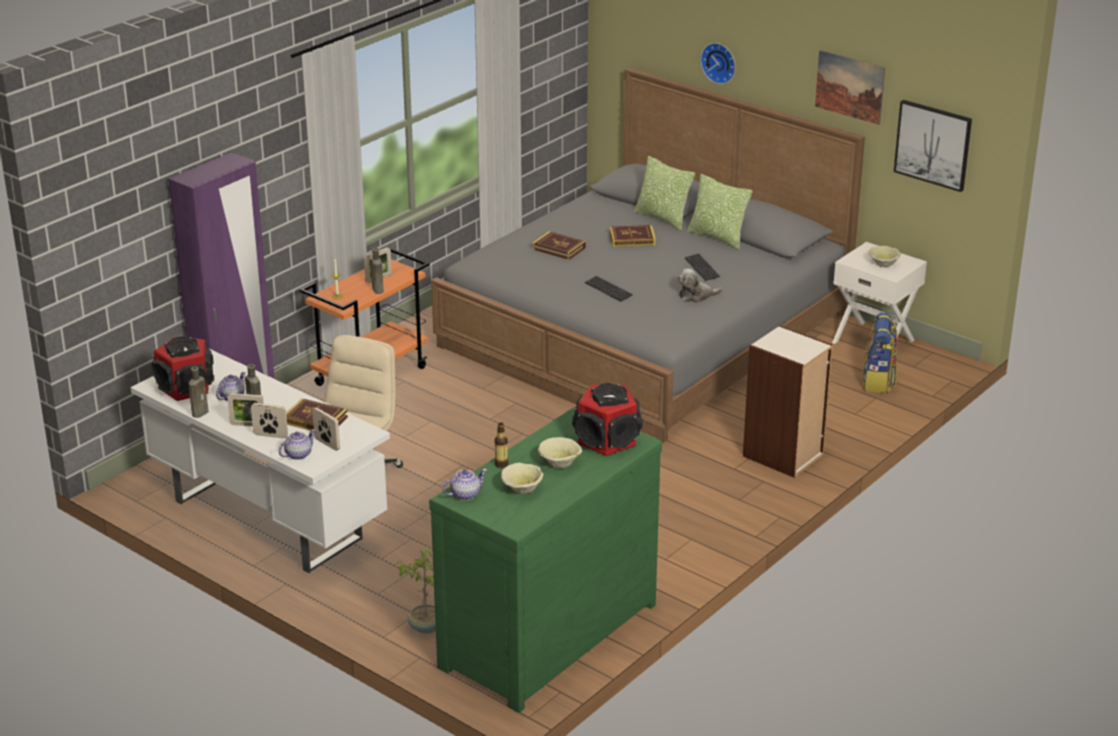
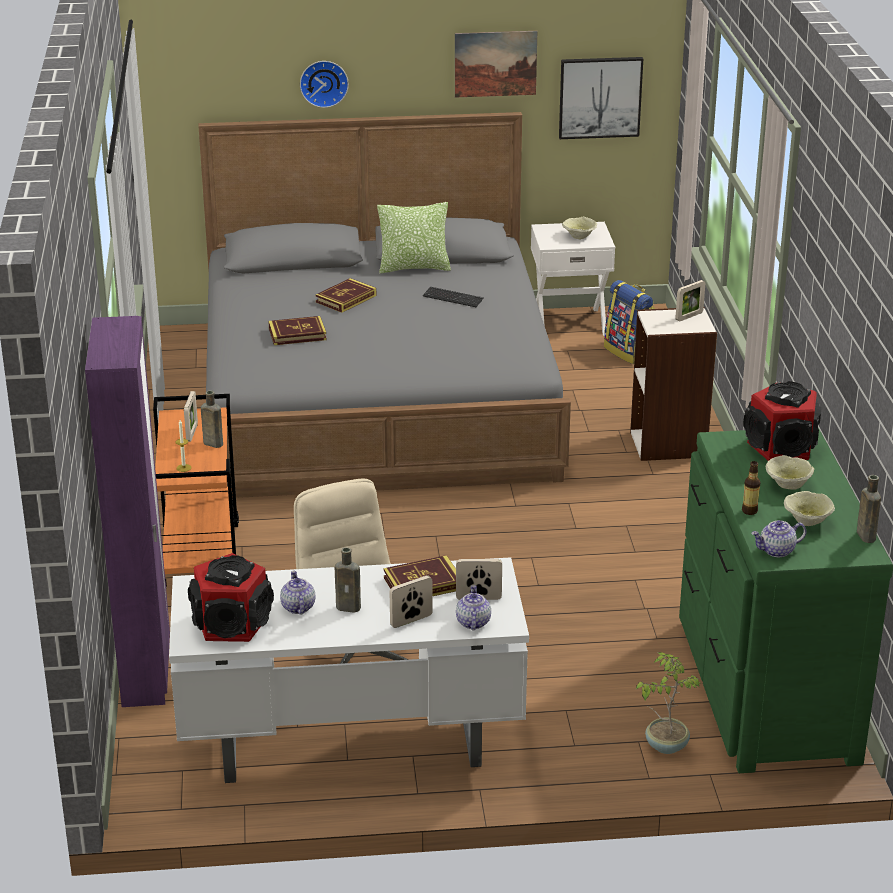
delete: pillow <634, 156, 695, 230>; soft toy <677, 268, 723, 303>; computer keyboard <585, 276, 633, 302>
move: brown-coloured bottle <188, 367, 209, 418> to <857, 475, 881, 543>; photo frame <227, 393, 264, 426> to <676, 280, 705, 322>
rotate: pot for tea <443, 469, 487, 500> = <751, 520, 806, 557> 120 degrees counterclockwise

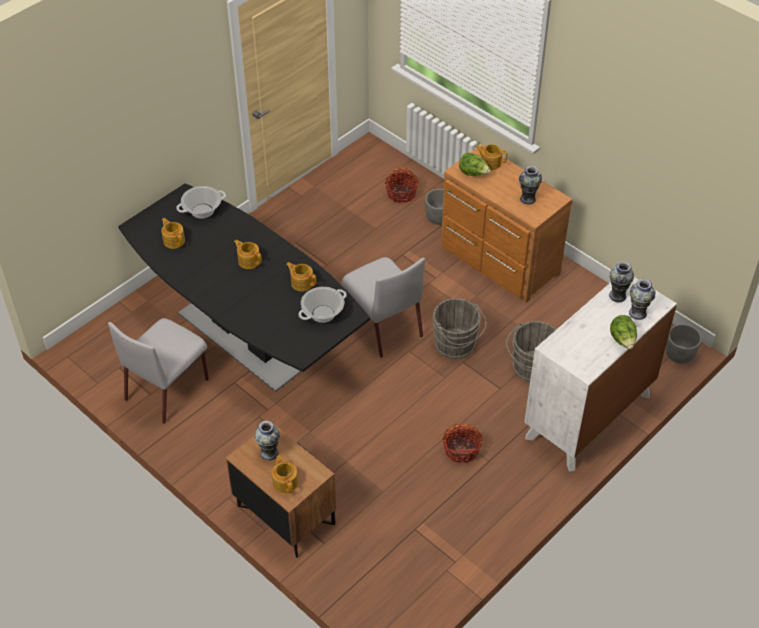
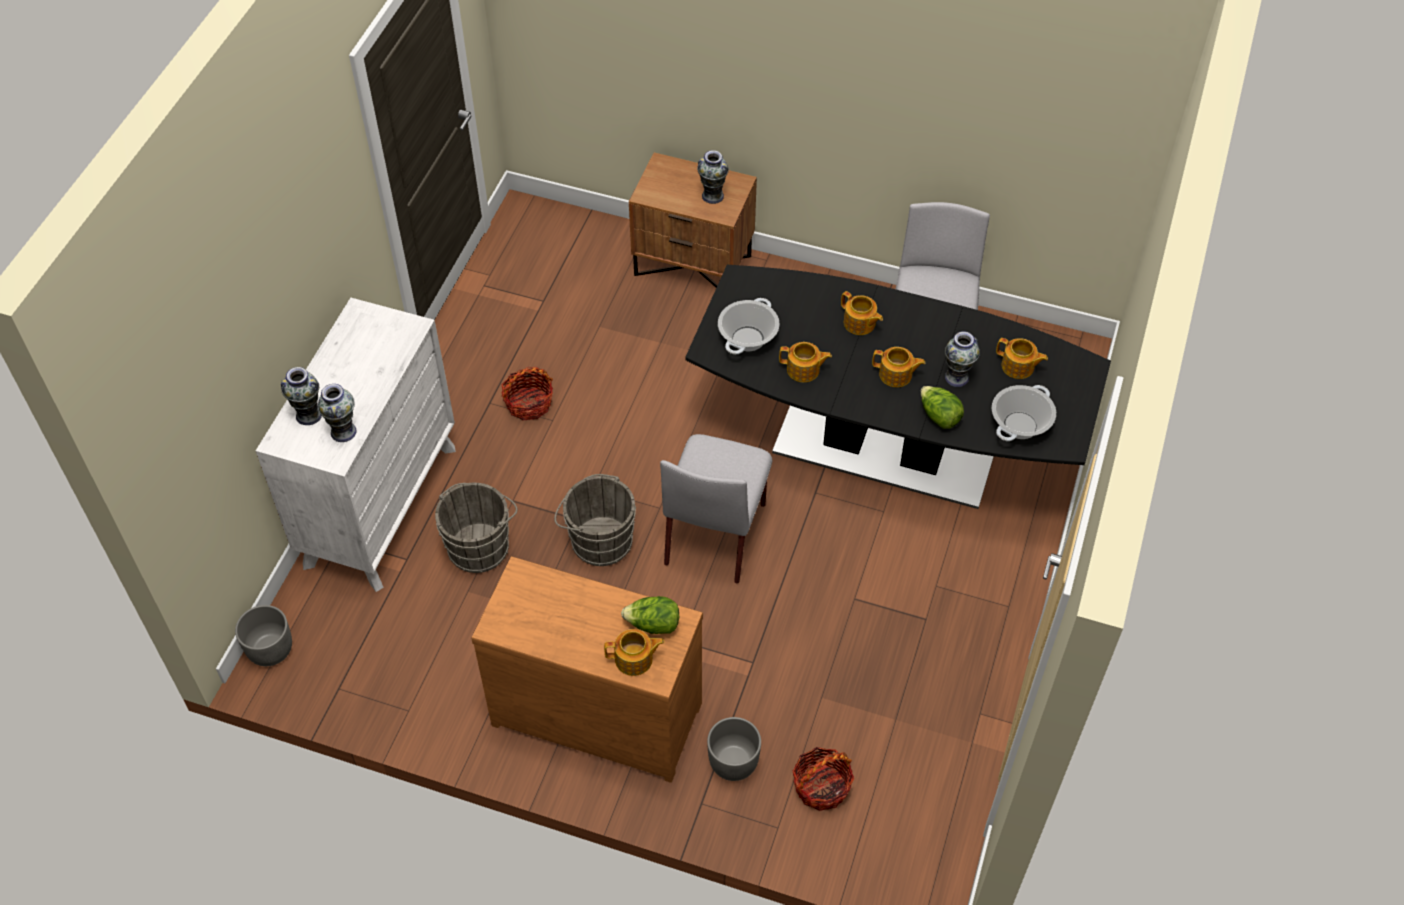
move: decorative vase <519, 166, 542, 205> to <945, 331, 980, 387>; head of lettuce <610, 315, 637, 349> to <921, 386, 964, 429>; pot for tea <272, 455, 298, 493> to <841, 291, 883, 335>
rotate: grey chair <341, 257, 425, 357> = <660, 434, 772, 583> 105 degrees counterclockwise

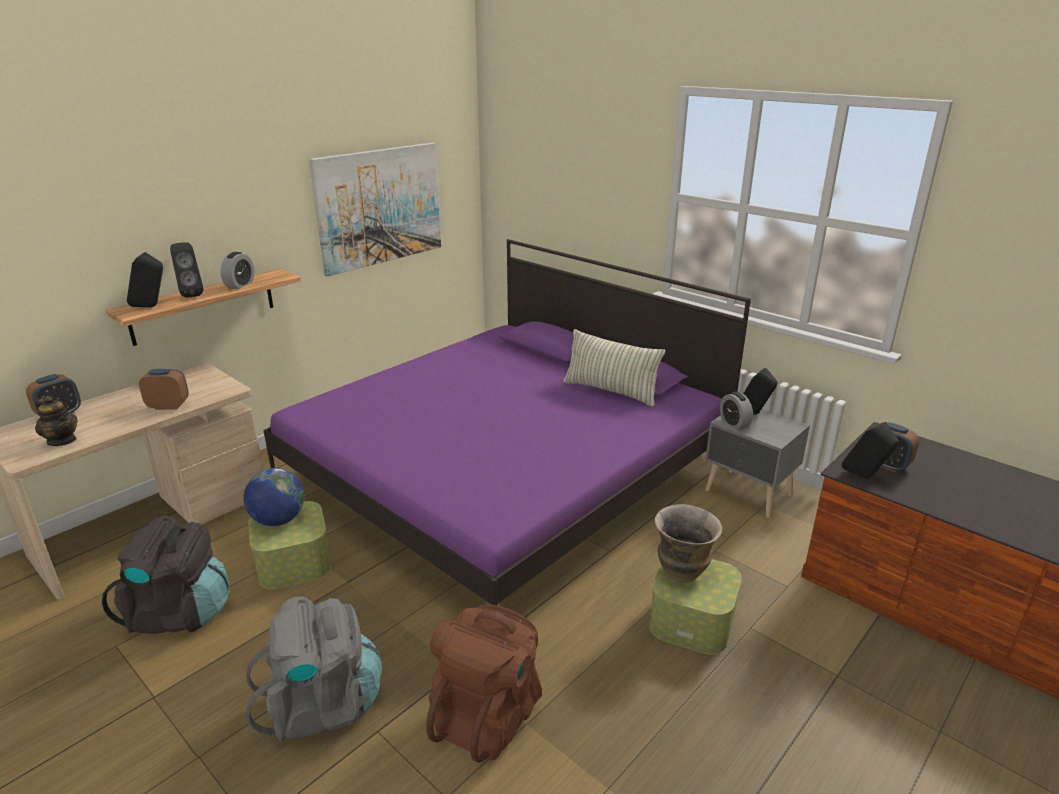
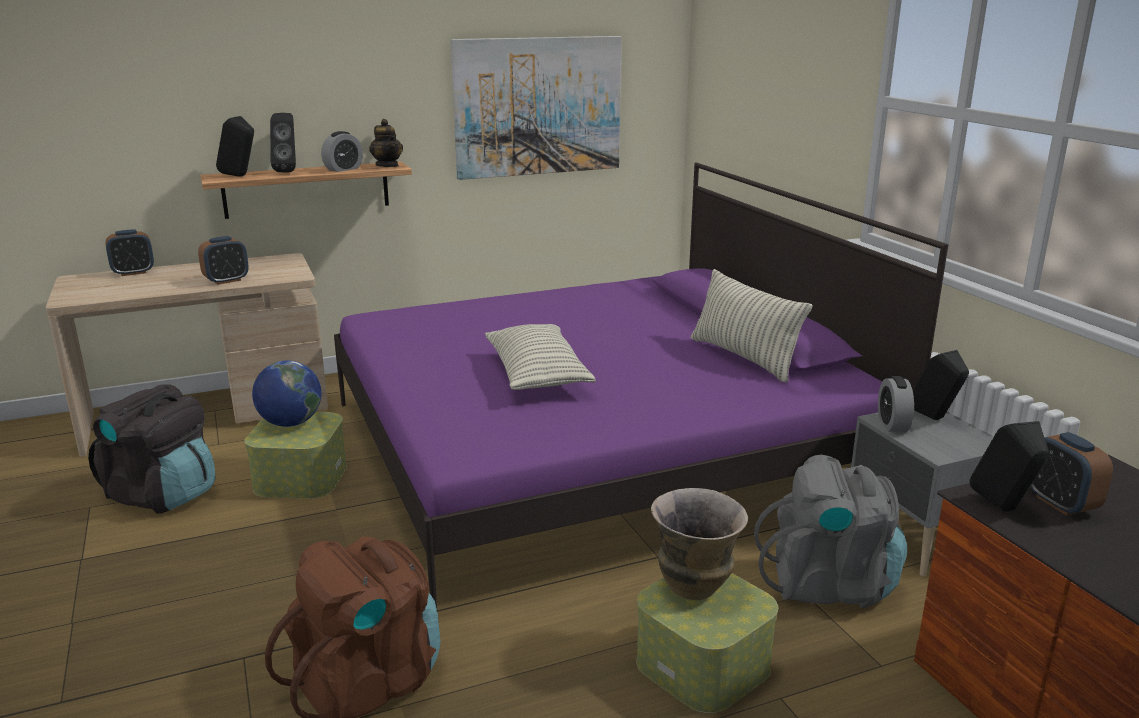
insert: pillow <485, 324, 596, 390>
move: pot for tea <35, 396, 78, 446> to <369, 119, 403, 167>; grey rucksack <246, 597, 382, 742> to <754, 455, 907, 608>
rotate: table clock <139, 369, 189, 410> = <198, 236, 249, 285> 120 degrees clockwise

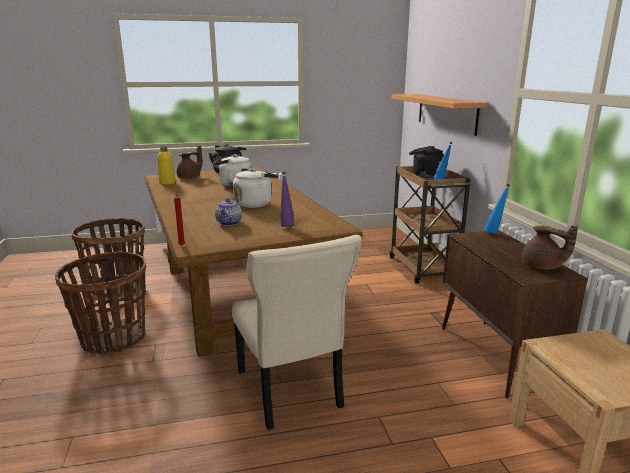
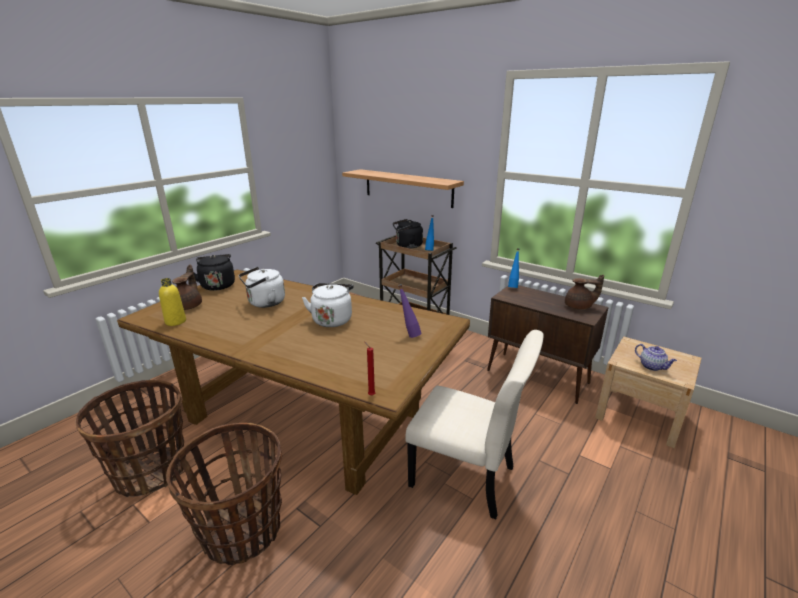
move: pot for tea <215, 198, 242, 226> to <635, 344, 677, 371>

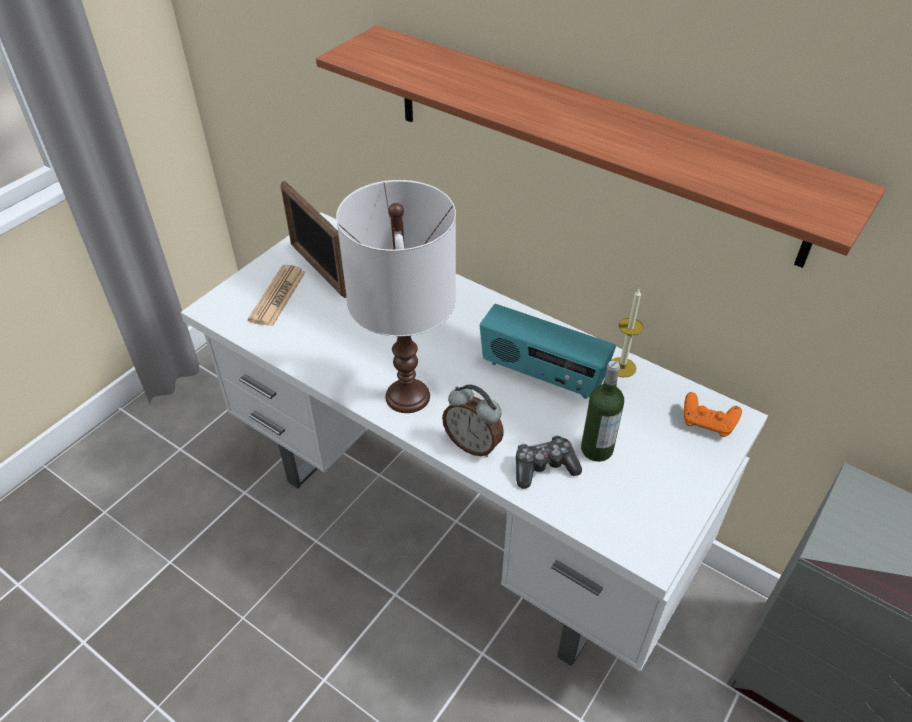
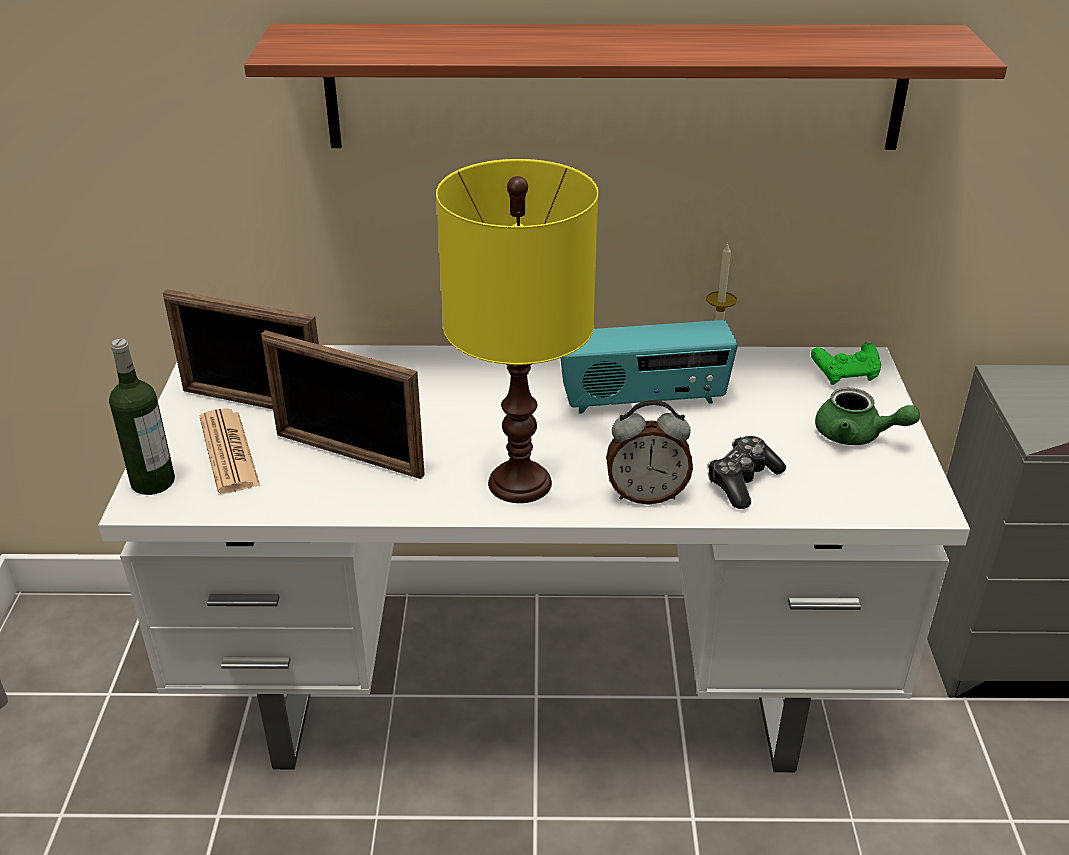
insert: photo frame <261, 330, 425, 479>; greenish pot for tea <815, 388, 920, 445>
move: bottle <581, 360, 624, 462> to <109, 338, 175, 495>
recolor: white-coloured lamp for a table <336, 180, 456, 413> to yellow-coloured lamp for a table <436, 159, 598, 503>; orangey joypad <684, 392, 742, 437> to greenish joypad <811, 342, 881, 385>

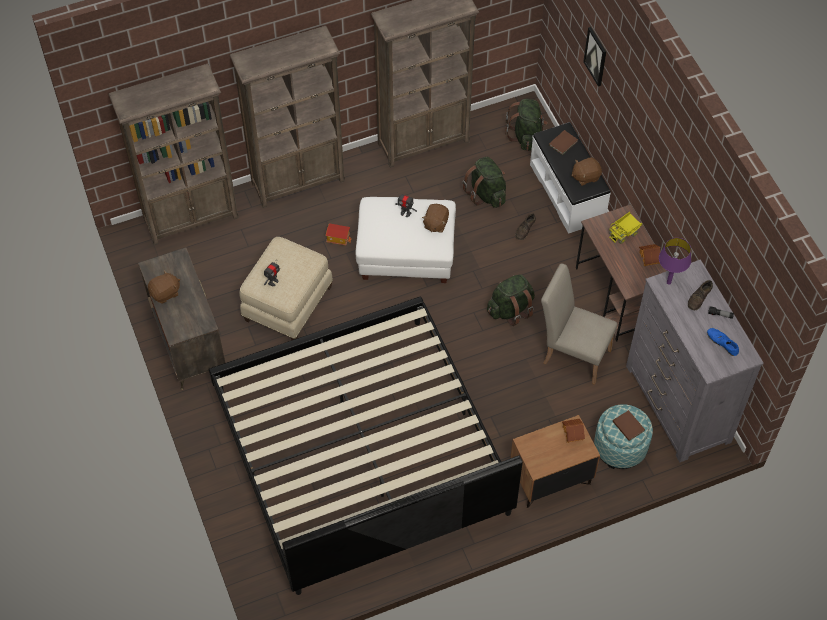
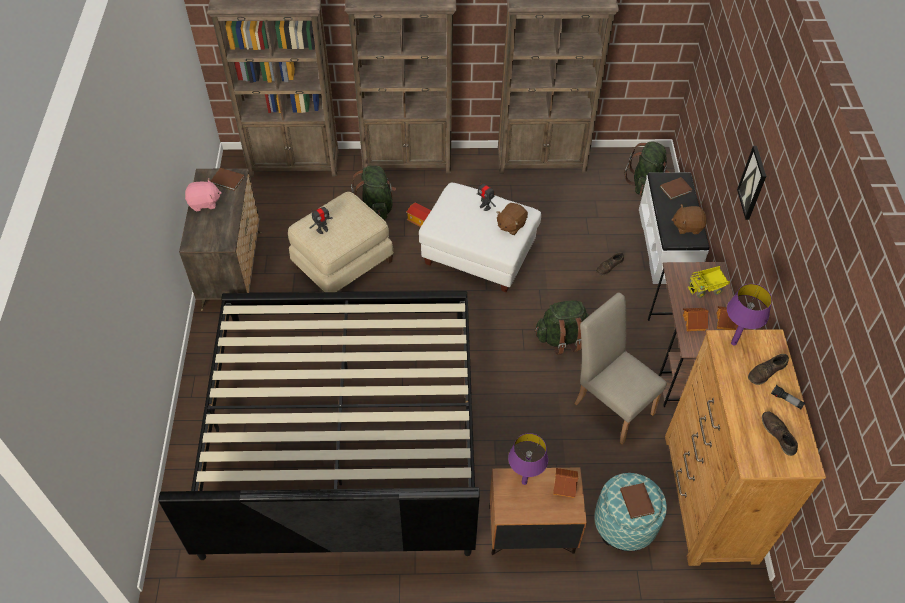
insert: brown-coloured volume <210, 168, 244, 191>; miniature house <683, 308, 709, 331>; purple lamp for a table <508, 433, 548, 485>
move: picture <583, 27, 607, 87> to <737, 146, 767, 220>; greenish rucksack <463, 157, 506, 208> to <351, 165, 396, 220>
recolor: grey dresser <626, 259, 764, 462> to brown-coloured dresser <665, 329, 826, 566>; brown-coloured soft toy <148, 270, 180, 304> to pink soft toy <185, 178, 222, 211>; blue shoe <707, 328, 739, 356> to brown-coloured shoe <762, 412, 798, 456>

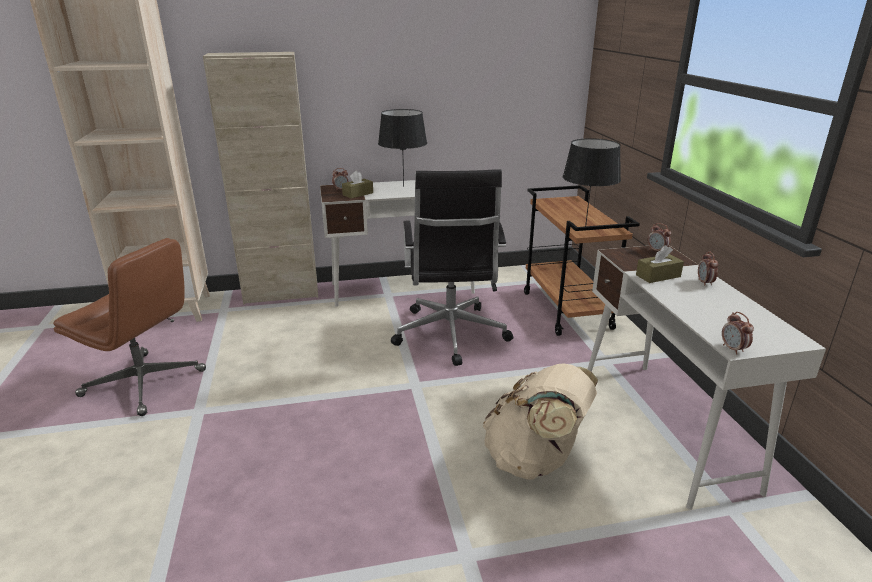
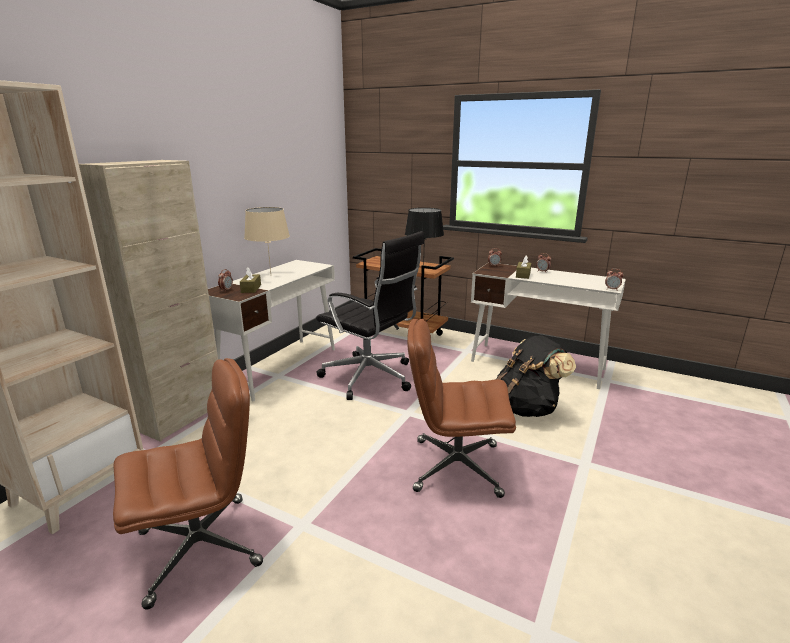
insert: brown-coloured office chair <407, 319, 516, 498>
recolor: black-coloured lamp for a table <378, 109, 427, 187> to beige lamp for a table <244, 207, 290, 273>; beige rucksack <482, 364, 598, 480> to black-coloured rucksack <497, 335, 576, 417>

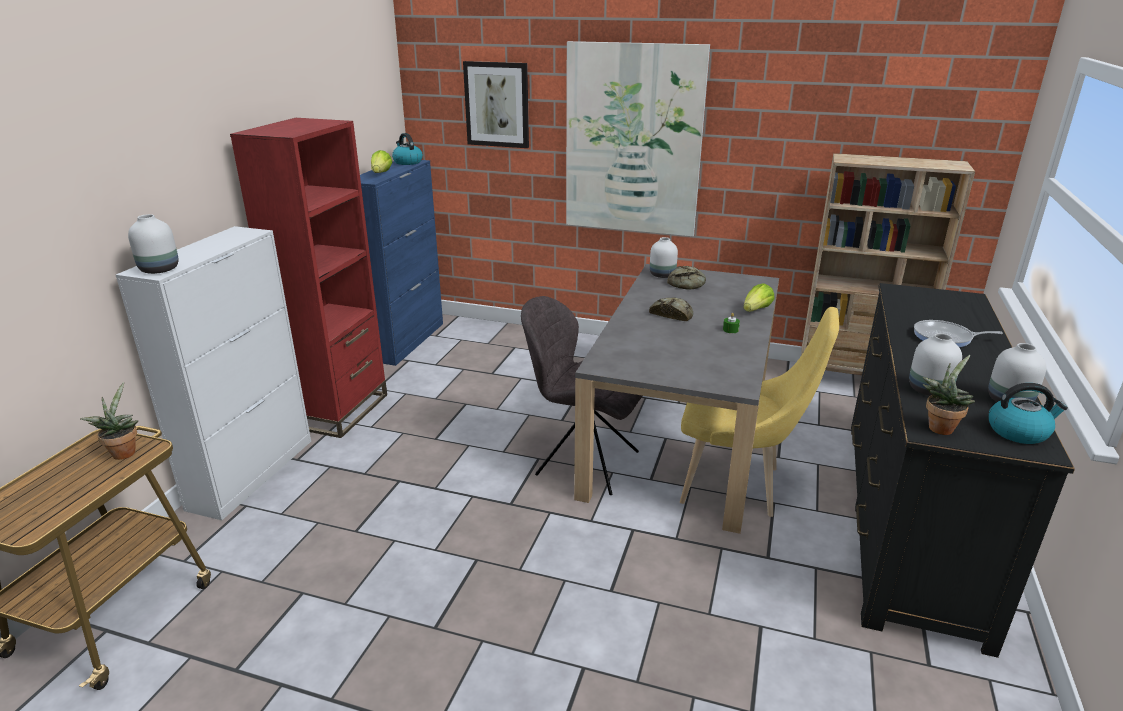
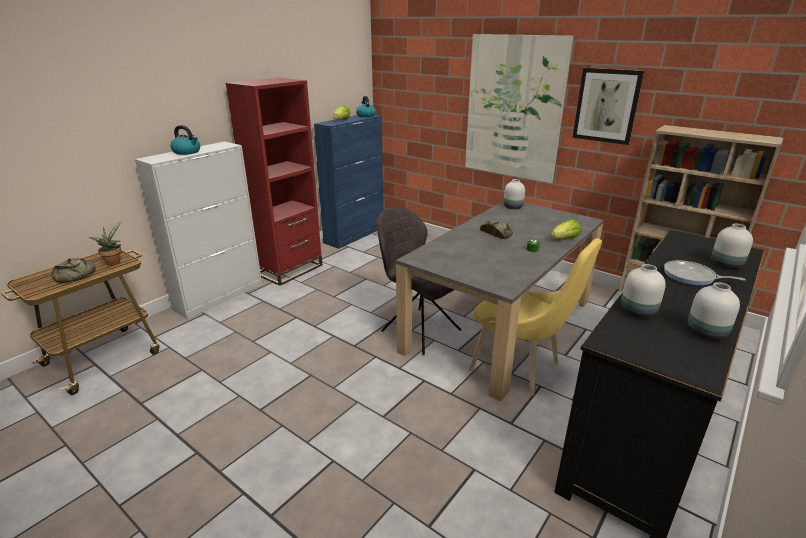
delete: houseplant <923, 355, 975, 435>
move: picture <463, 61, 529, 148> to <573, 68, 644, 145>; white-coloured decorative vase <128, 214, 178, 274> to <712, 224, 753, 269>; baked bread <667, 266, 706, 290> to <52, 258, 96, 283>; tea kettle <988, 383, 1068, 444> to <170, 125, 200, 155>

